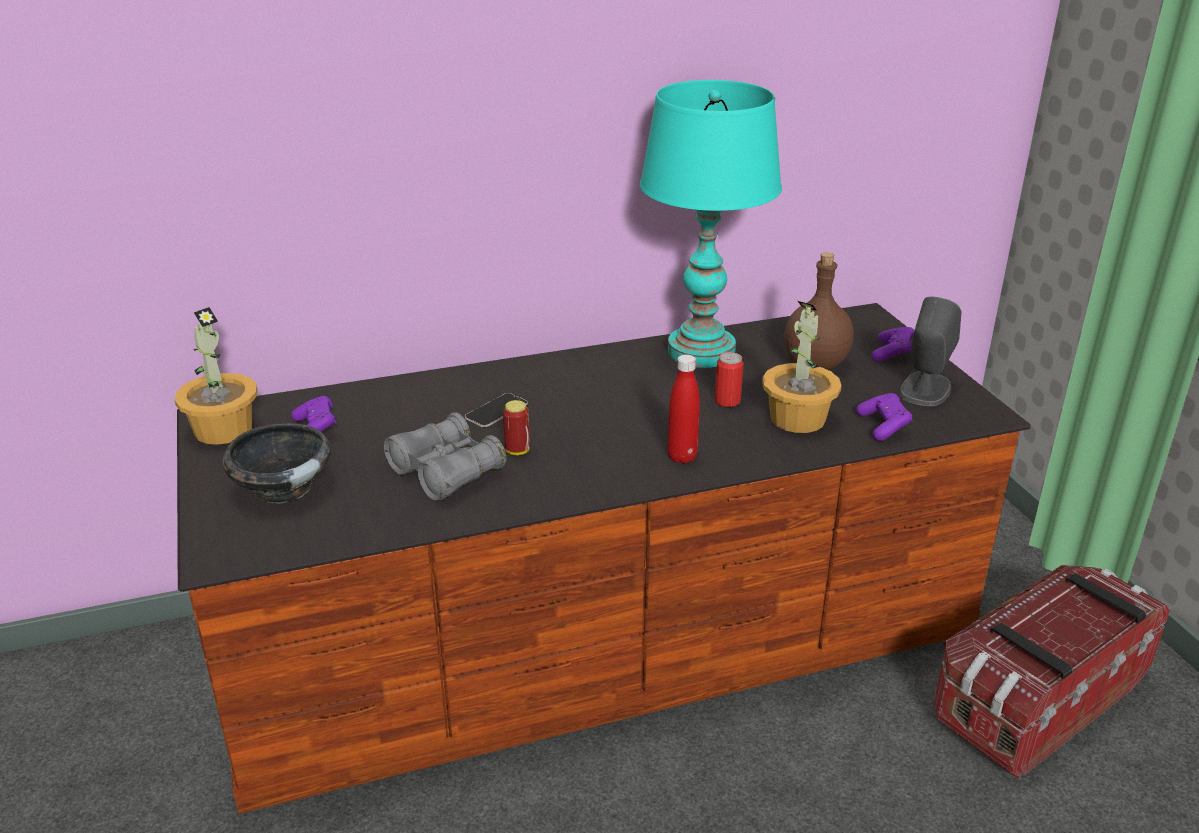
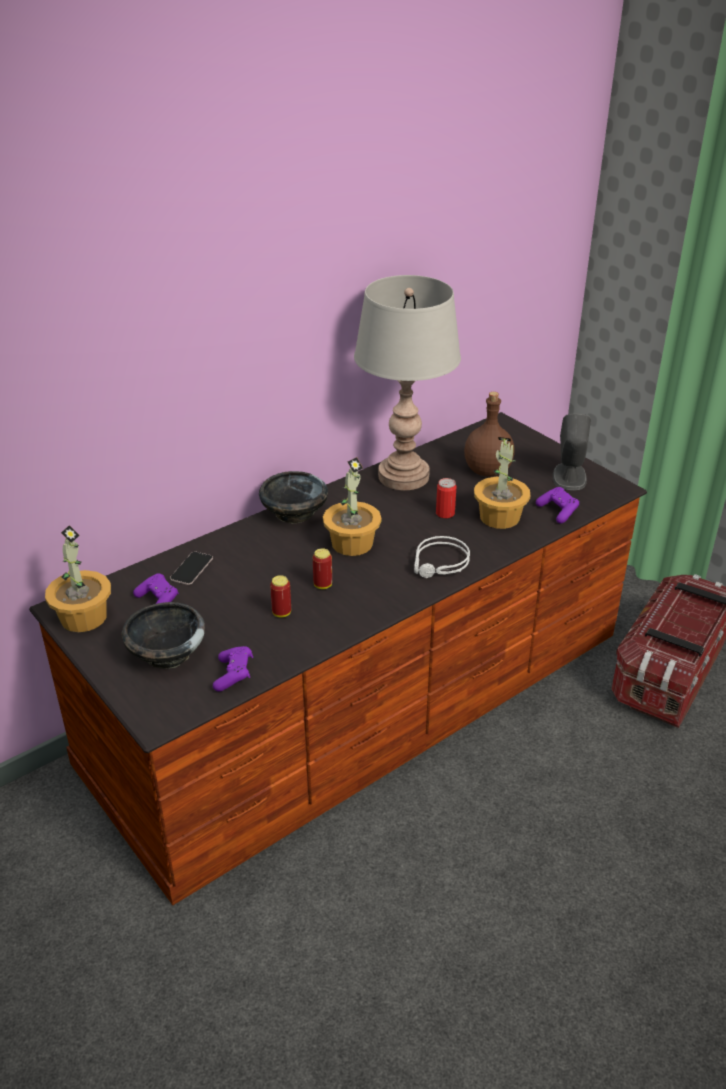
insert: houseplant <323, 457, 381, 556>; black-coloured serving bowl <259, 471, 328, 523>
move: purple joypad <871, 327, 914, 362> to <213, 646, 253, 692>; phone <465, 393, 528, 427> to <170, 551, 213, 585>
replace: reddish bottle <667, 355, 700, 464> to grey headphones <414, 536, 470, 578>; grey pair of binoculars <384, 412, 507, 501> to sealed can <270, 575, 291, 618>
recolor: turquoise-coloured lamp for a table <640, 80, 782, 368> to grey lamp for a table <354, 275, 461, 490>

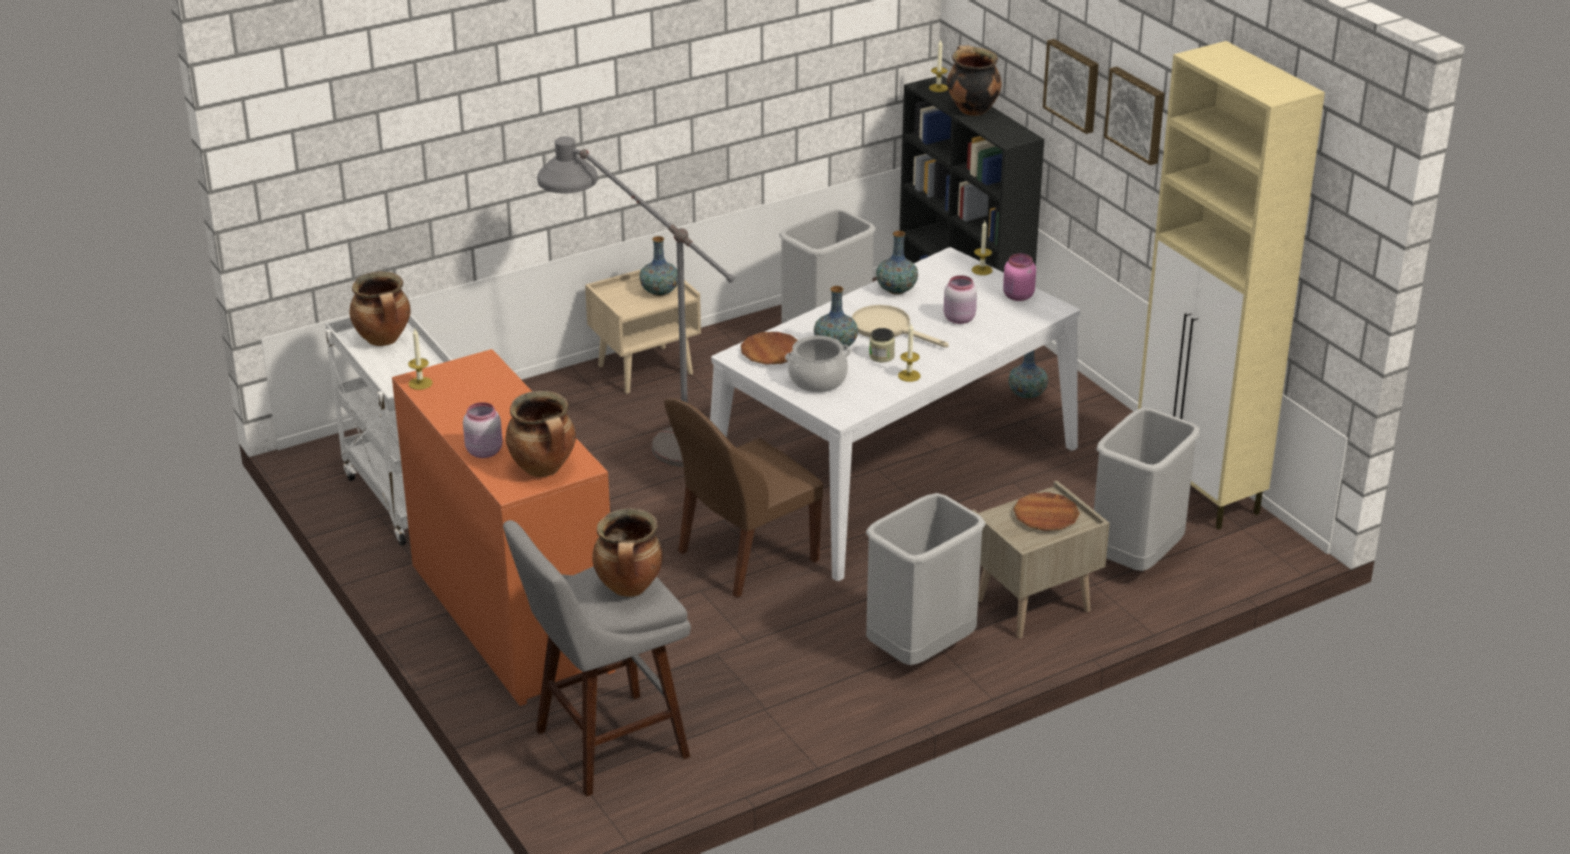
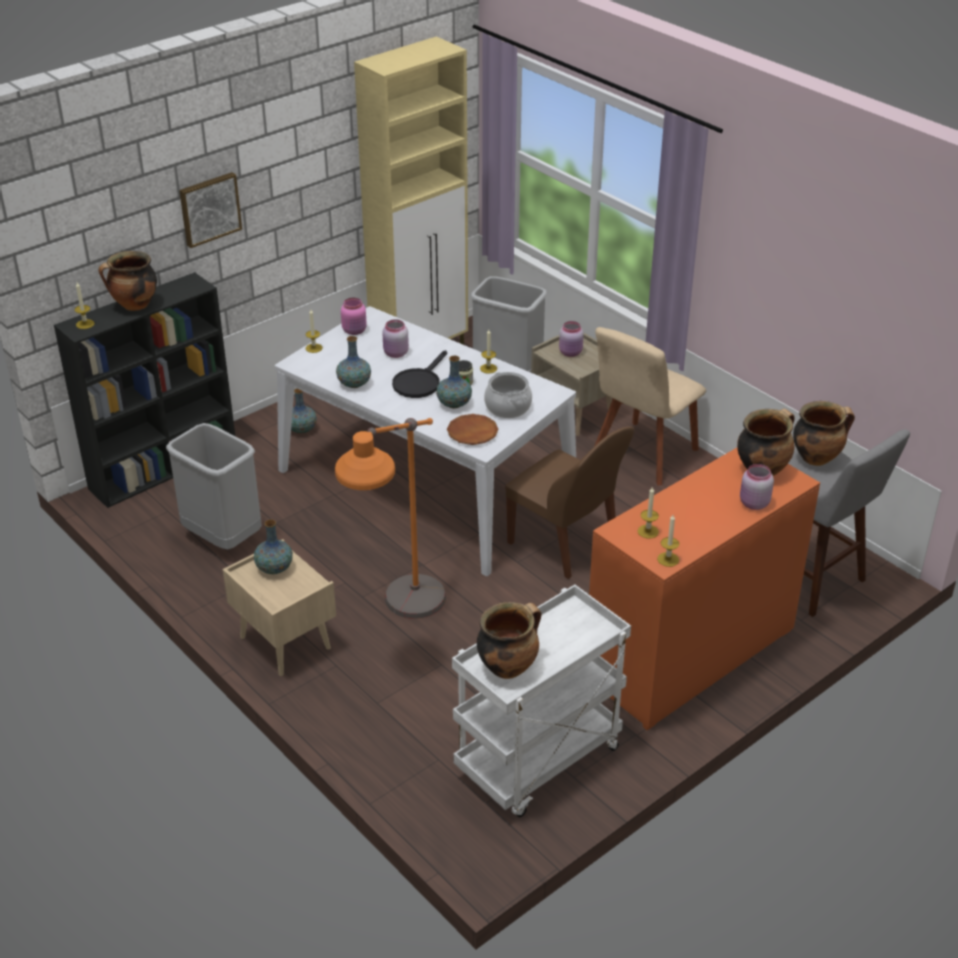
delete: picture <1104, 67, 1165, 165>
insert: wax light <637, 487, 659, 539>
replace: brown-coloured plate <1013, 492, 1080, 531> to pink storage jar <559, 321, 584, 357>; grey waste bin <866, 493, 986, 665> to beige chair <595, 327, 706, 485>
recolor: grey standing lamp <537, 136, 735, 467> to orangey standing lamp <335, 418, 446, 619>; beige frying pan <852, 305, 948, 347> to black-coloured frying pan <392, 350, 447, 398>

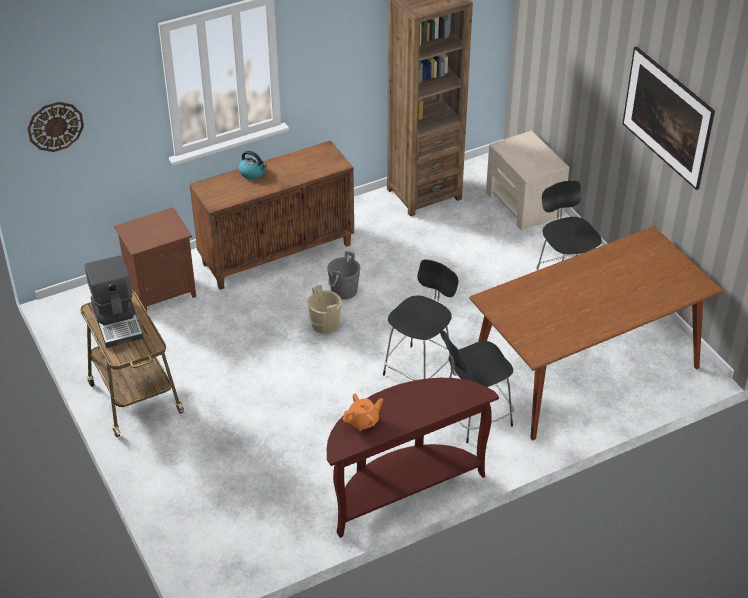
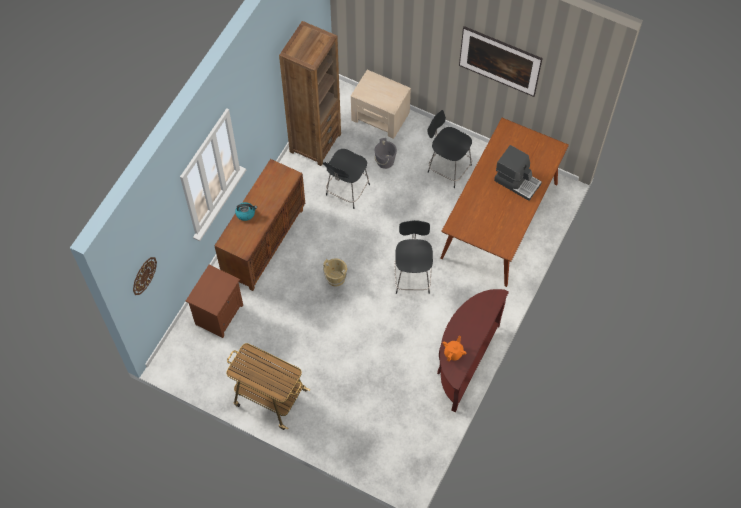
move: grey water bucket <327, 251, 360, 299> to <375, 138, 397, 169>; coffee machine <85, 255, 143, 348> to <494, 145, 542, 201>; black-coloured chair <440, 330, 514, 443> to <323, 149, 370, 209>

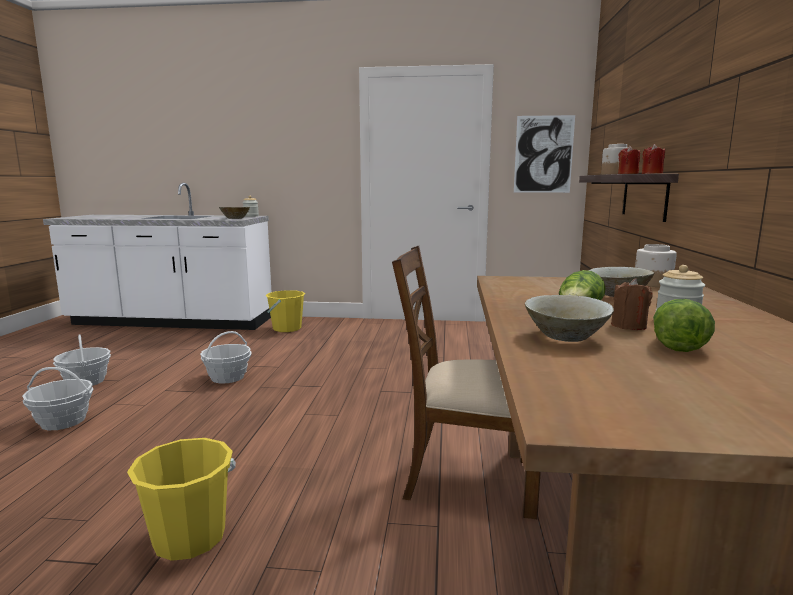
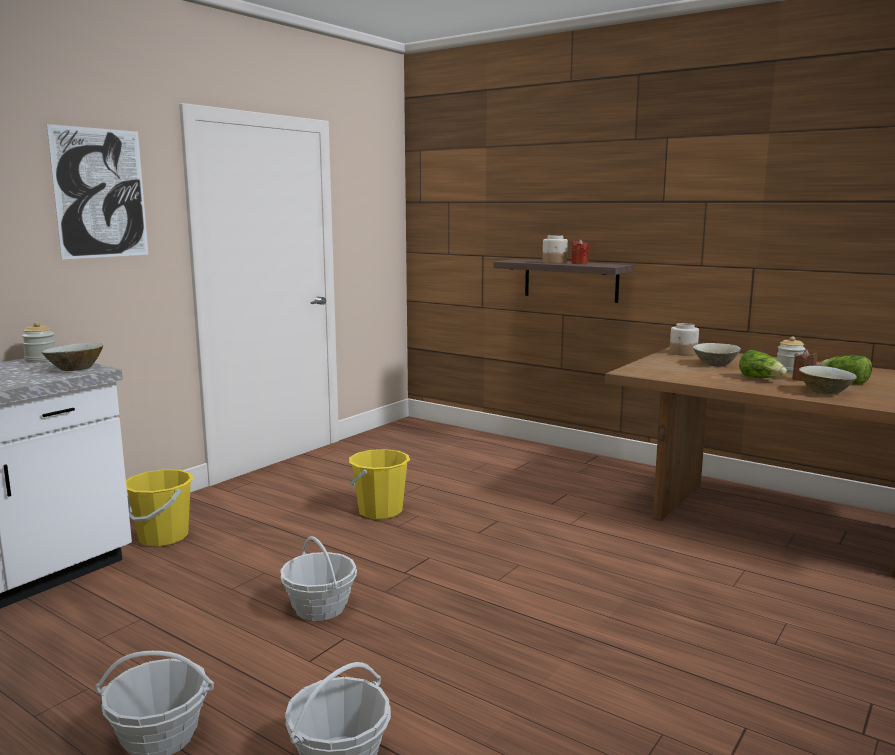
delete: reddish wax light <642, 144, 665, 174>; brown-coloured chair <392, 246, 541, 519>
move: picture <514, 115, 575, 193> to <47, 124, 148, 260>; yellow-coloured water bucket <127, 438, 236, 561> to <349, 449, 410, 519>

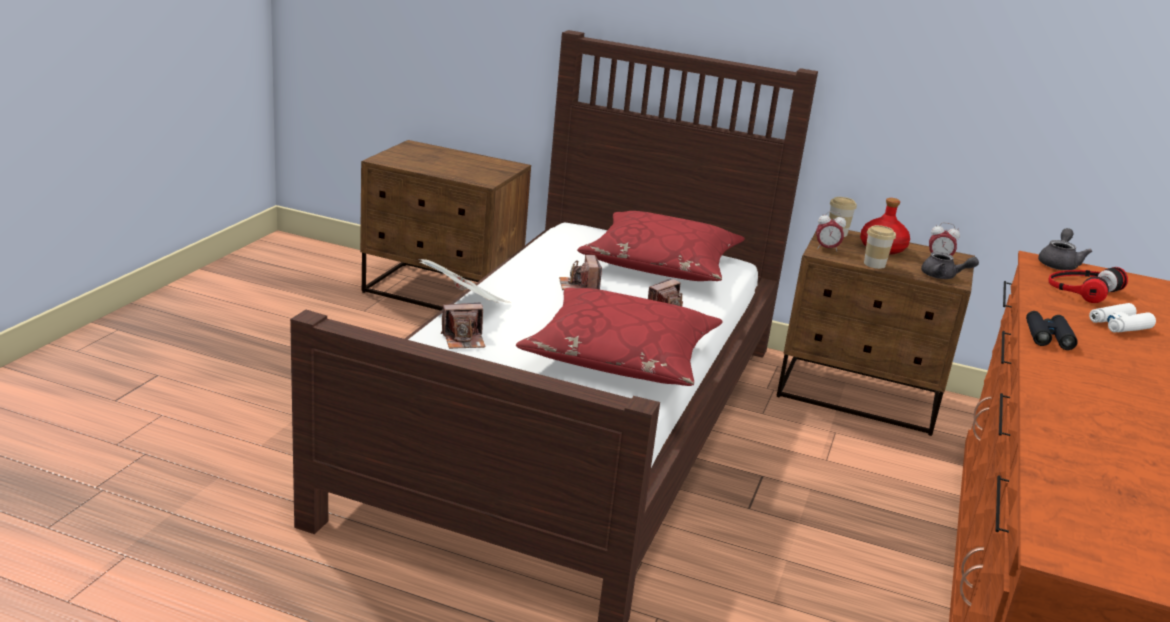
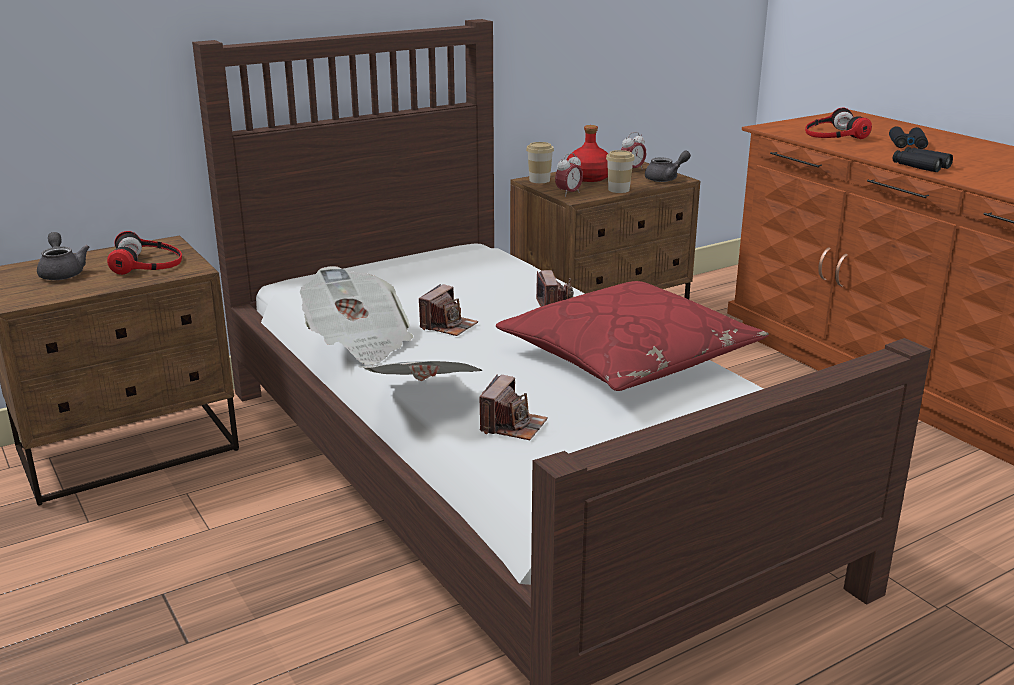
delete: reddish pillow <577, 211, 745, 281>
insert: headphones <107, 231, 182, 275>; printed paper <300, 266, 413, 365>
move: grey pot for tea <1038, 228, 1093, 270> to <37, 232, 90, 280>
recolor: white-coloured pair of binoculars <1089, 303, 1156, 333> to black-coloured pair of binoculars <889, 126, 928, 149>
rotate: photo camera <559, 255, 602, 290> = <419, 284, 478, 336> 90 degrees counterclockwise

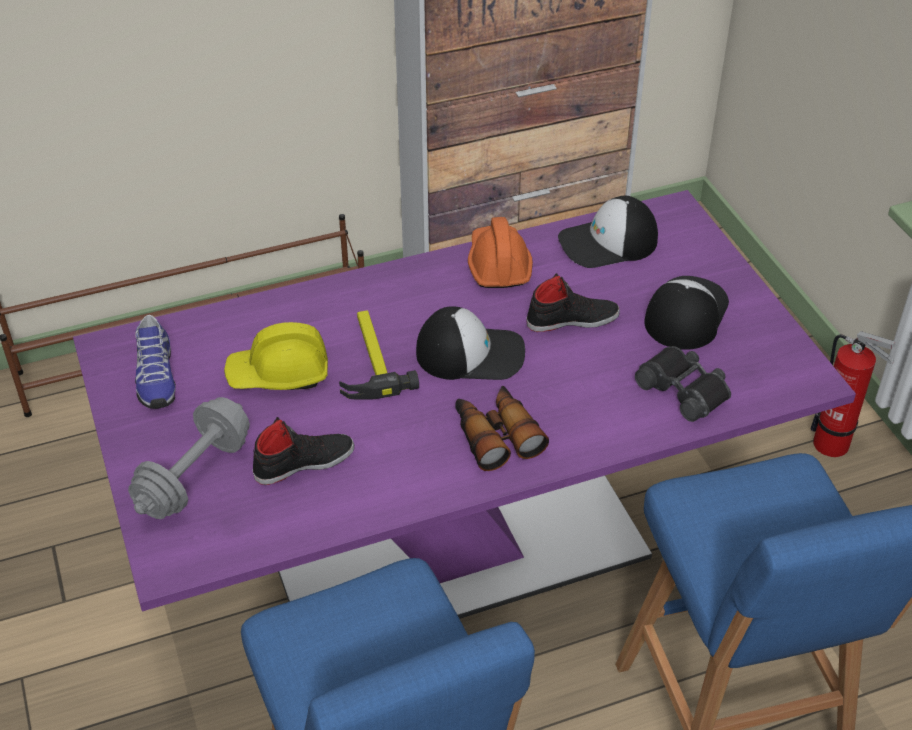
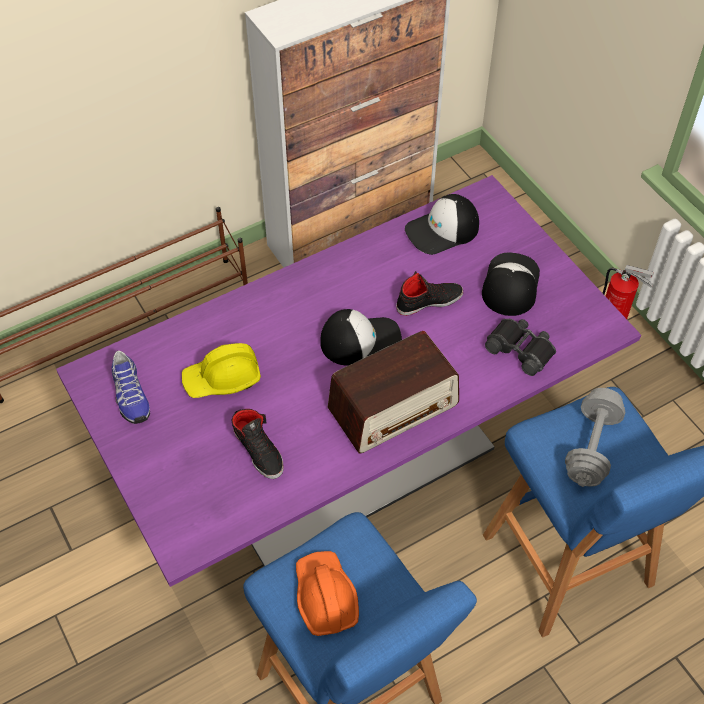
delete: hammer <339, 310, 419, 400>
move: orangey work helmet <468, 217, 533, 288> to <296, 551, 359, 636>; grey dumbbell <128, 397, 250, 519> to <565, 388, 625, 487>
replace: pair of binoculars <455, 385, 549, 471> to radio set <328, 331, 459, 454>
rotate: black-coloured shoe <252, 417, 354, 485> = <231, 409, 284, 479> 90 degrees clockwise

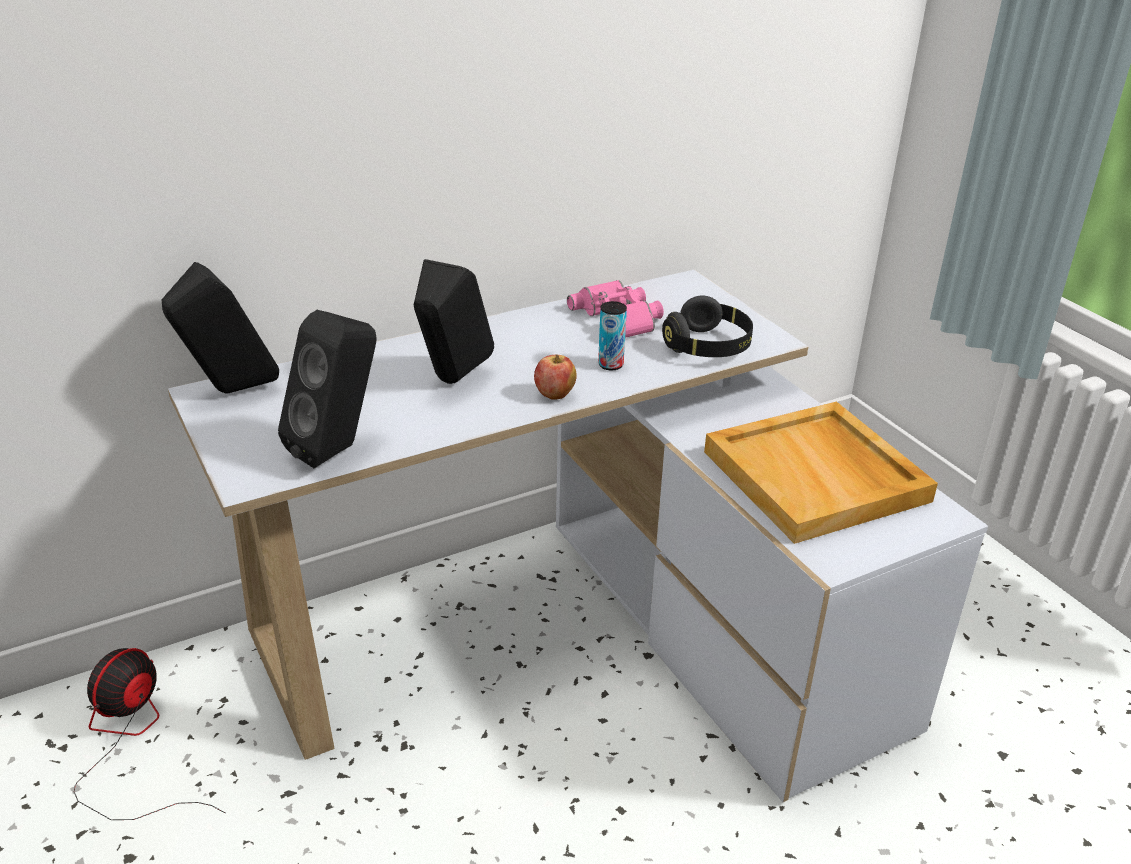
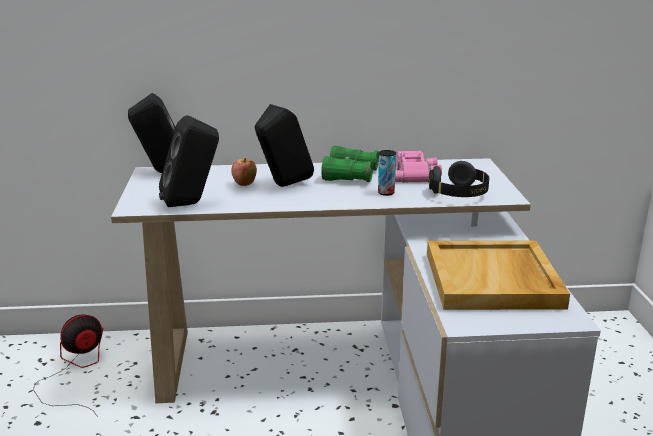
insert: greenish pair of binoculars <321, 146, 379, 182>
move: apple fruit <534, 354, 577, 400> to <231, 158, 257, 186>

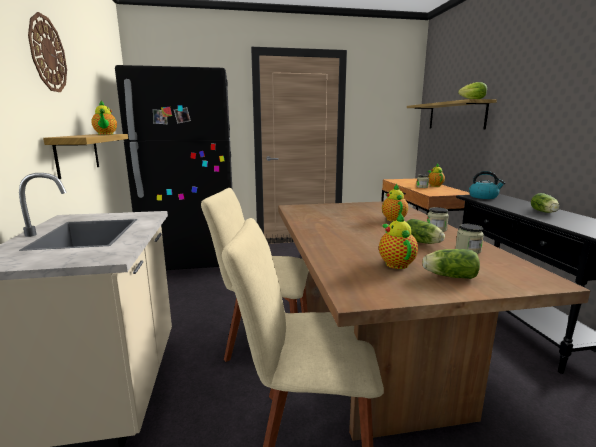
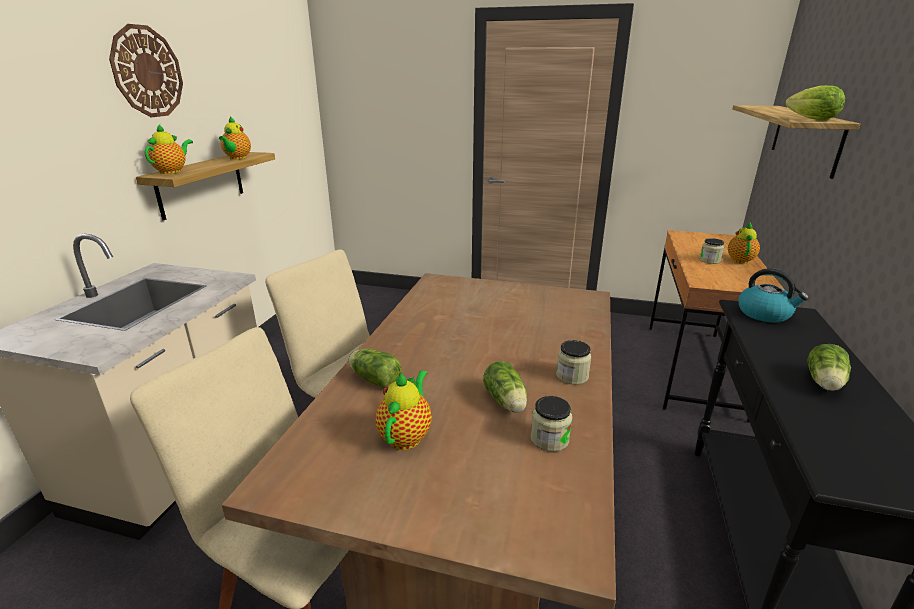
delete: black-coloured fridge <115, 65, 232, 270>
move: pot for tea <382, 184, 408, 222> to <145, 124, 193, 174>; head of lettuce <422, 249, 480, 279> to <348, 349, 402, 389>

